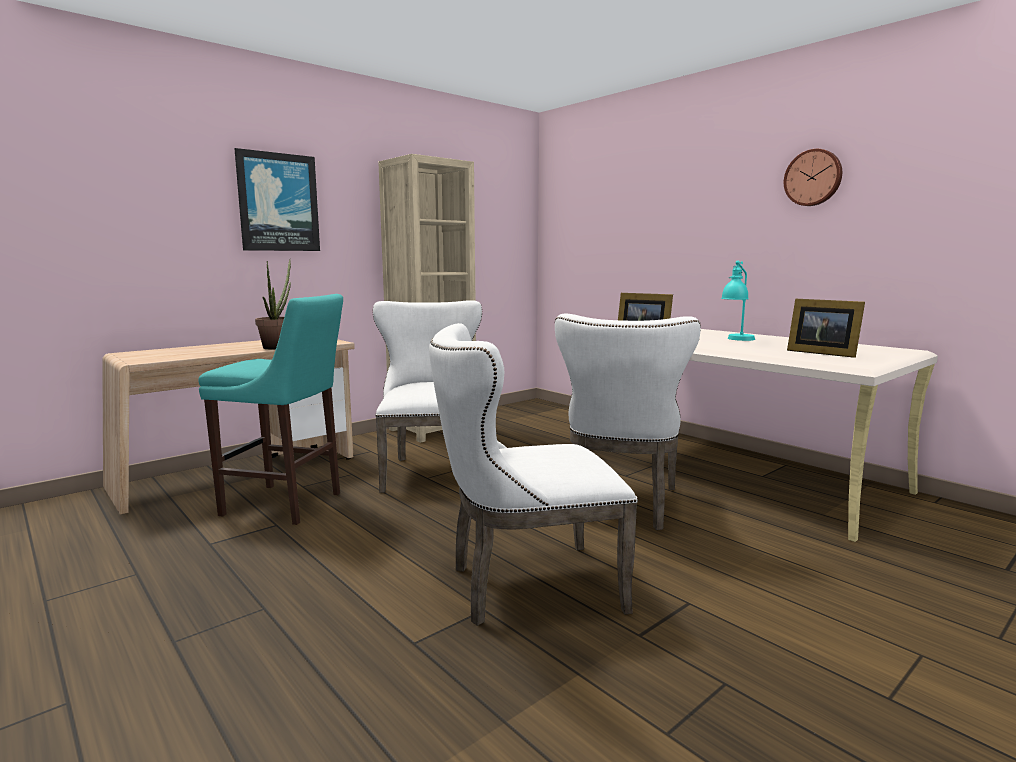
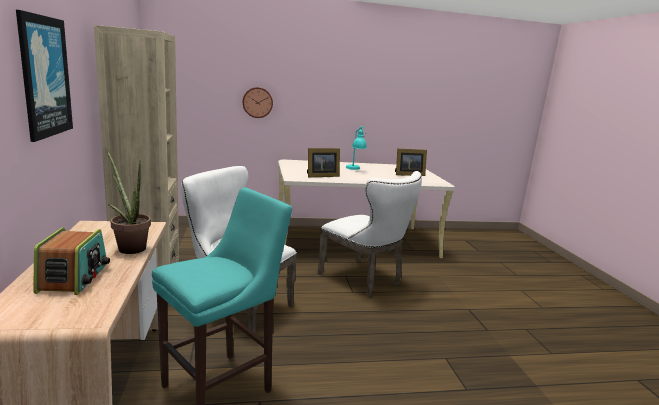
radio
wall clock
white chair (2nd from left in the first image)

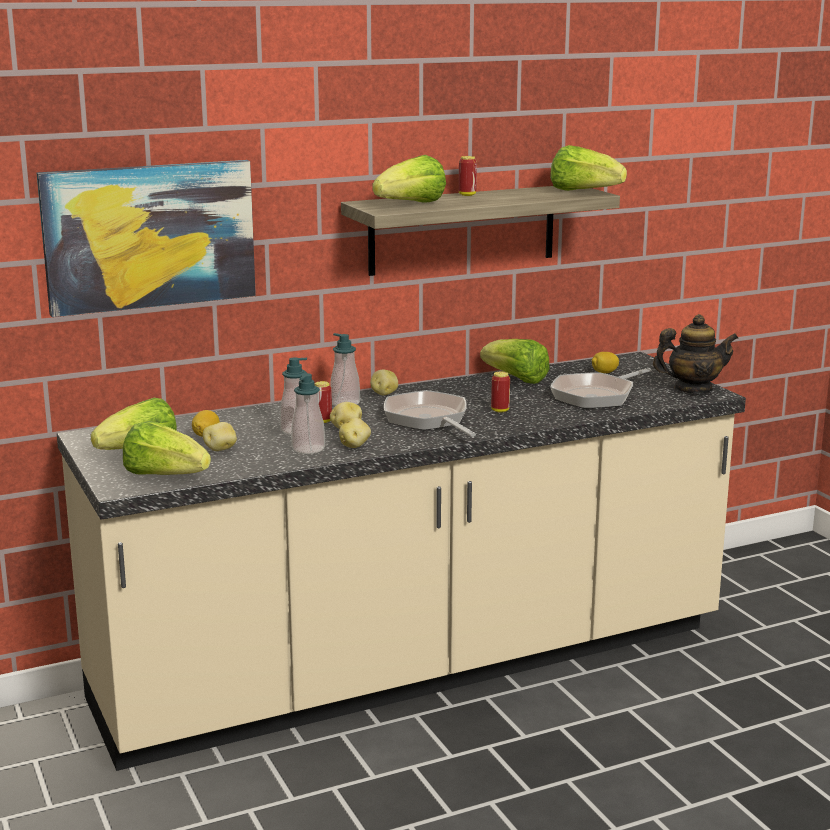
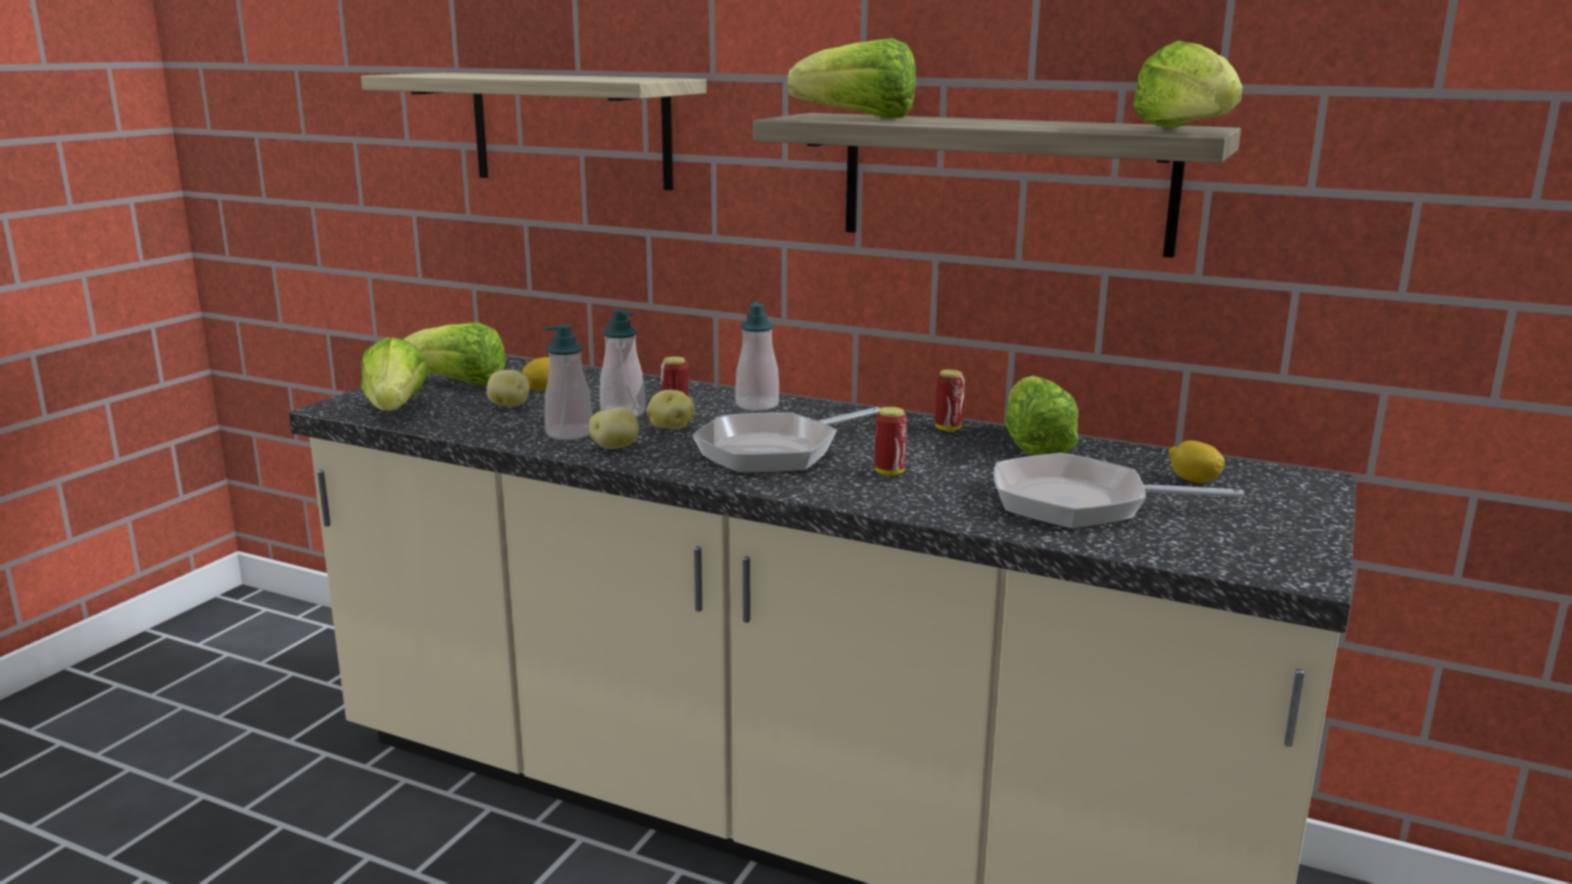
shelf (1st from left)
frying pan (1st from left)
can (3rd from left)
potato (4th from left in the first image)
teapot

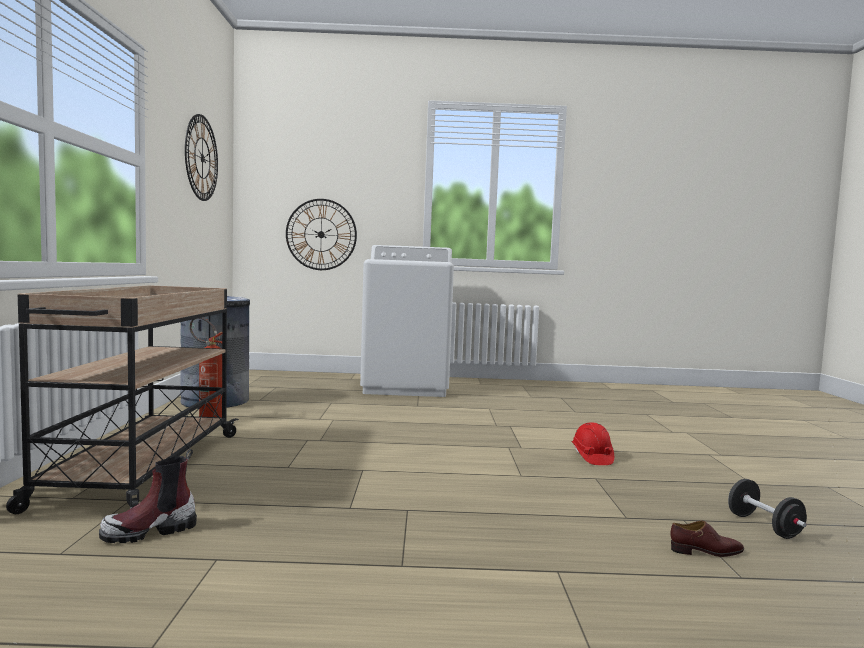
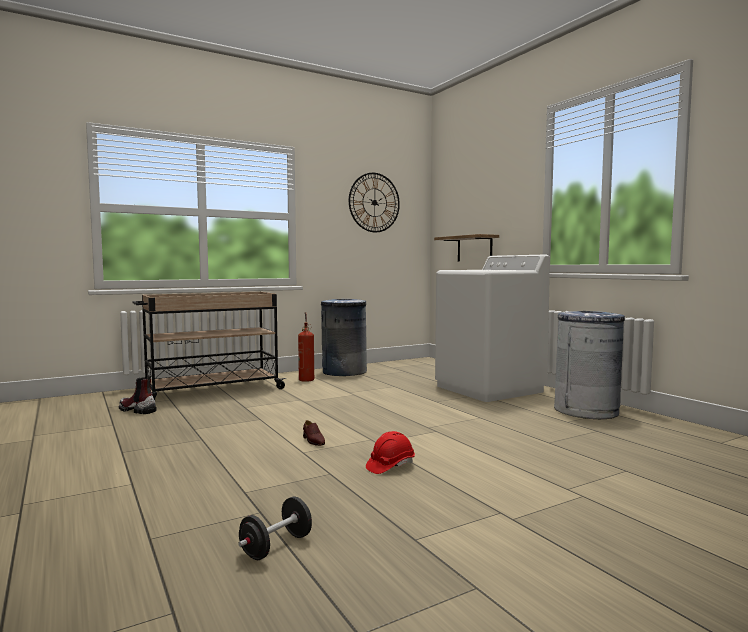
brown shoe
shelf
grey trash can (2nd from left)

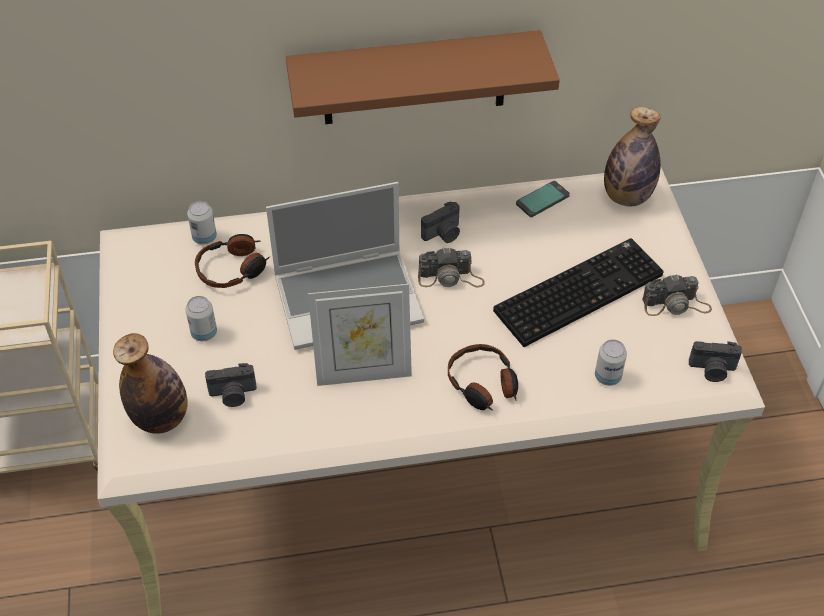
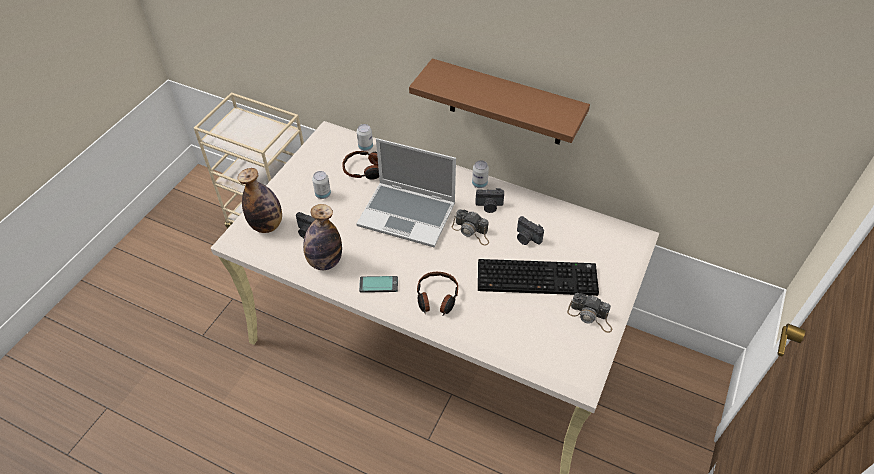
bottle (2nd from left)
phone
can (3rd from left)
photo camera (4th from left)
picture frame

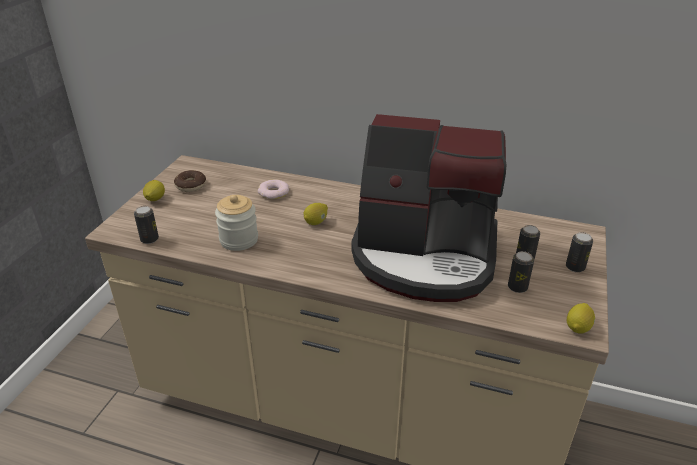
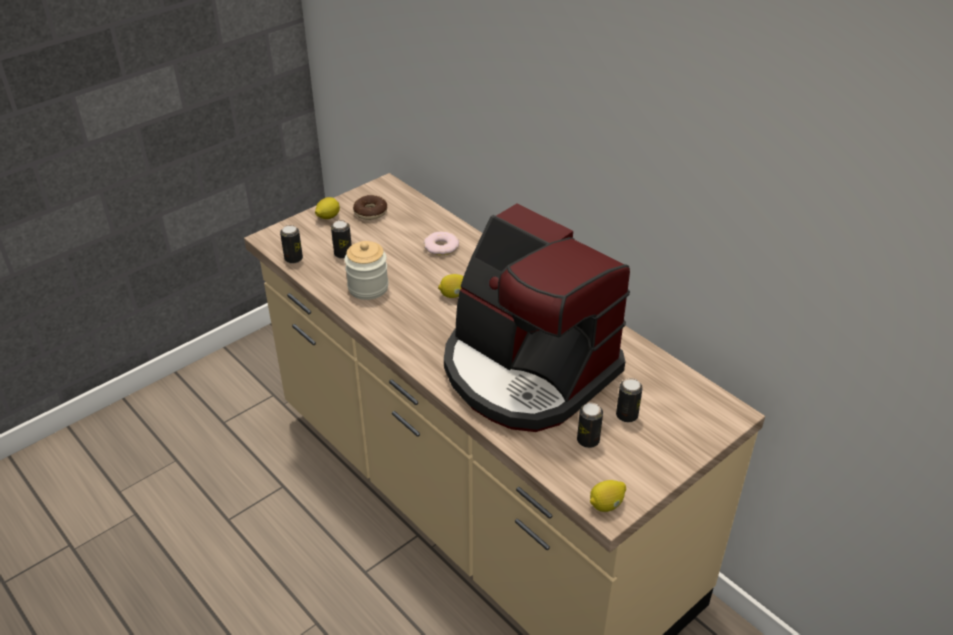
can (2nd from left)

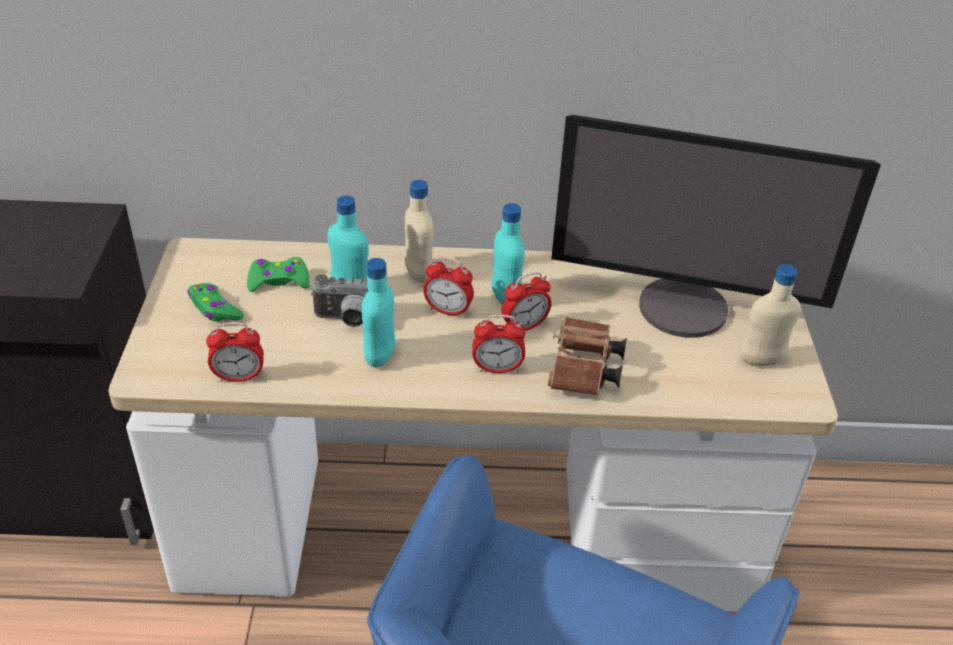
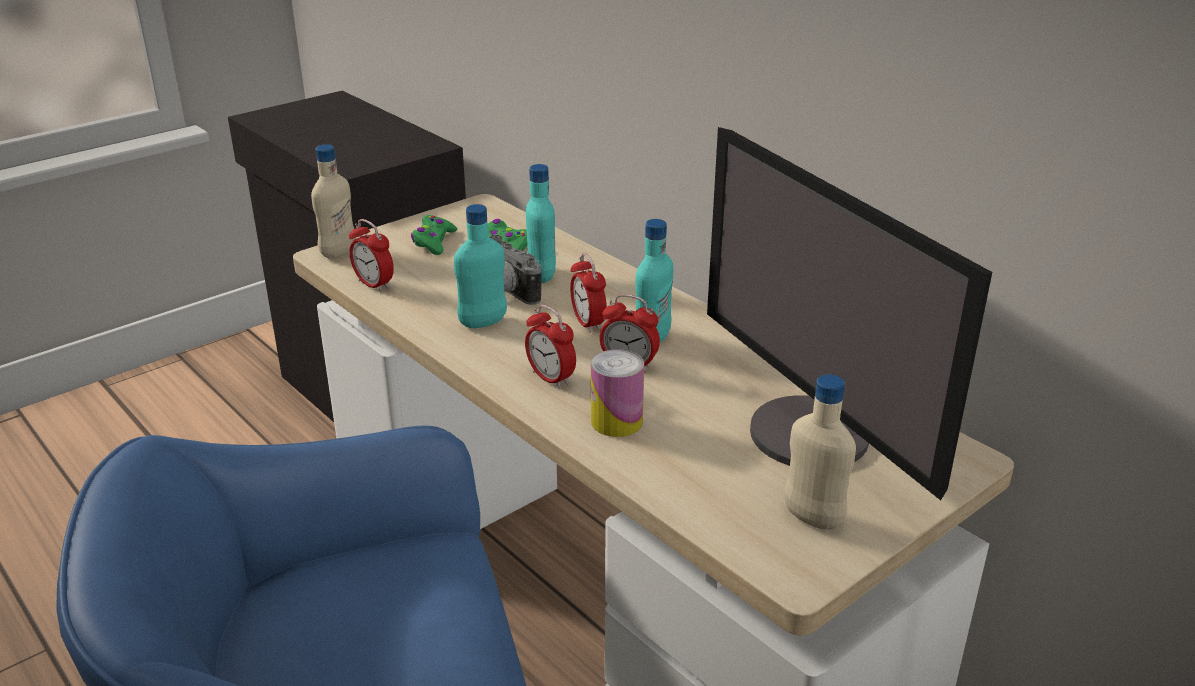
beige bottle (1st from left)
can

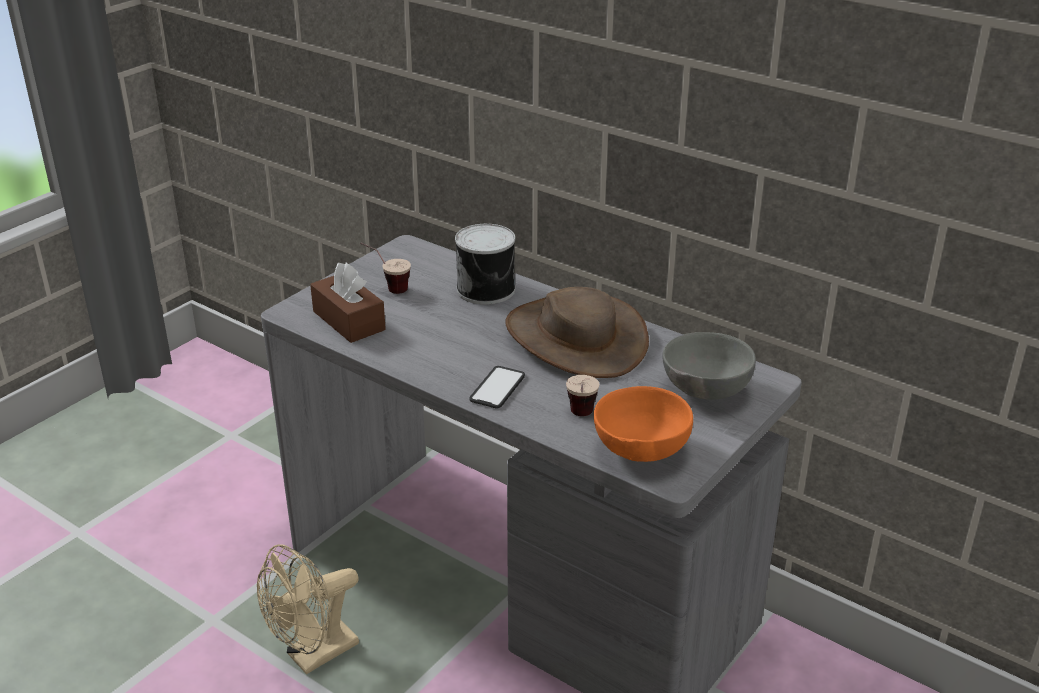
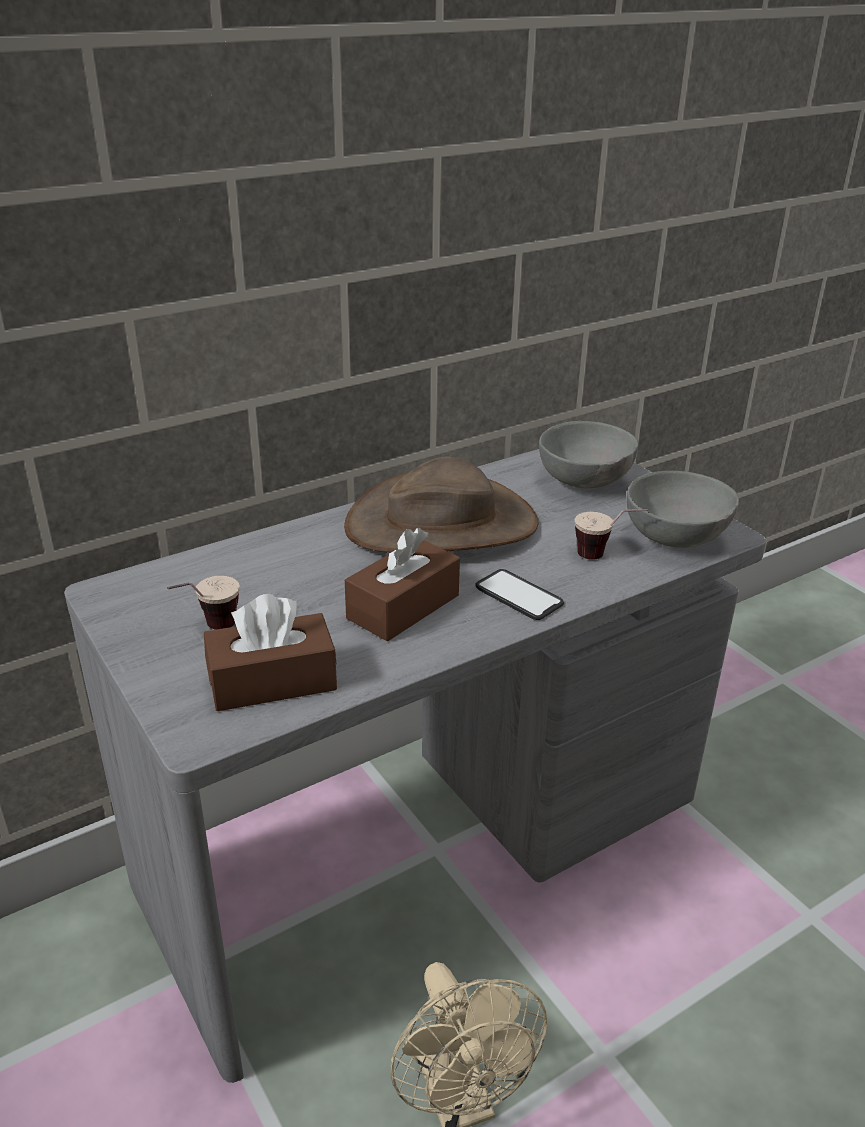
brown tissue box (2nd from left)
grey bowl (2nd from left)
can

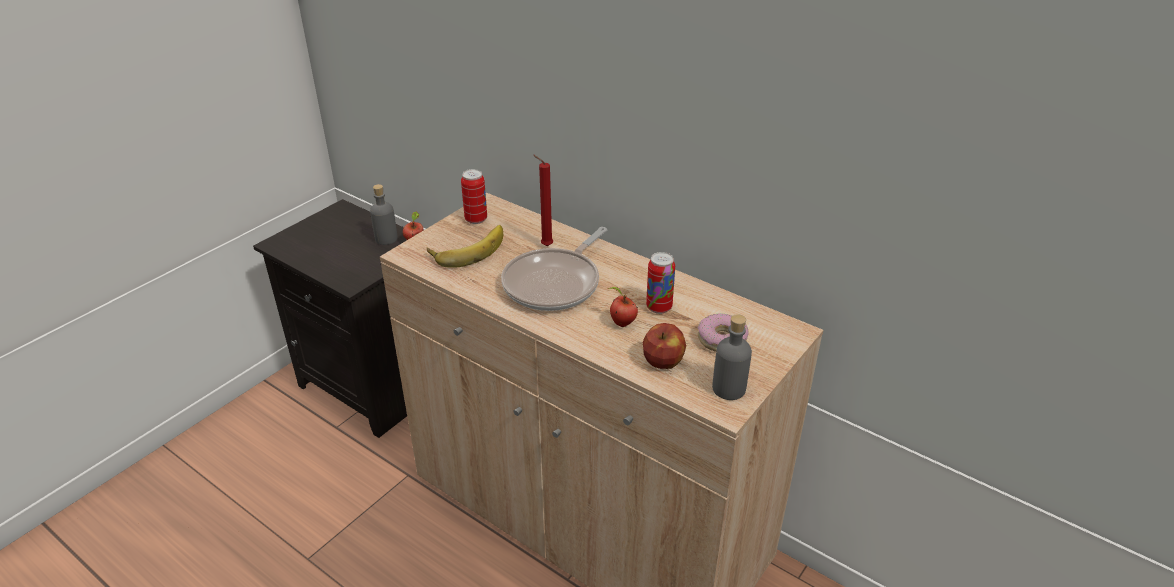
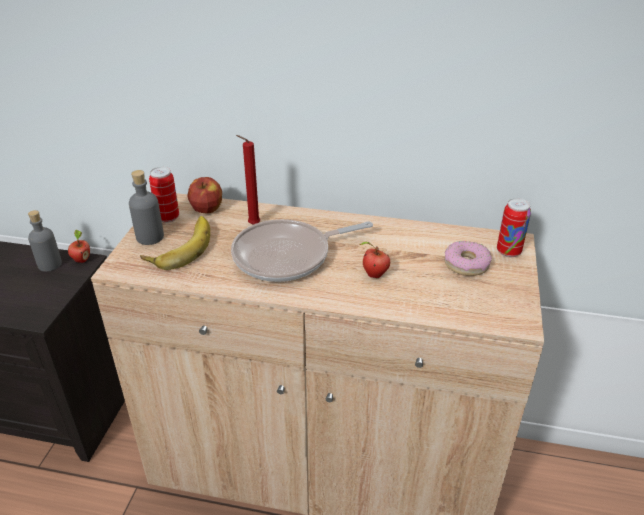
grey bottle (2nd from left)
apple (2nd from left)
frying pan
can (2nd from left)

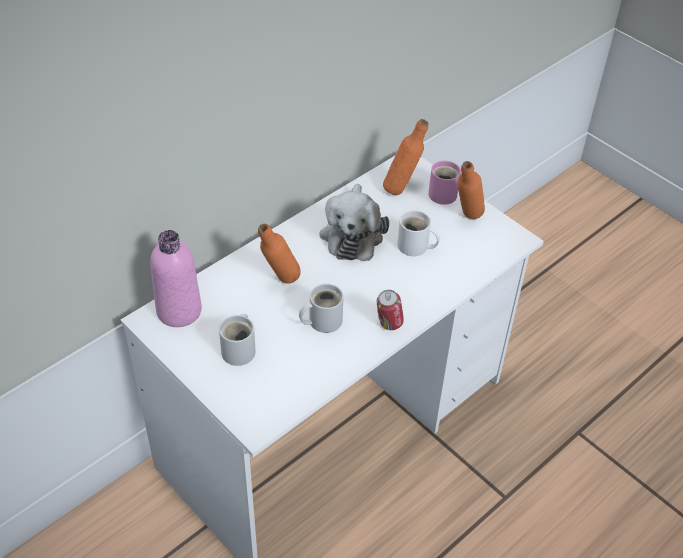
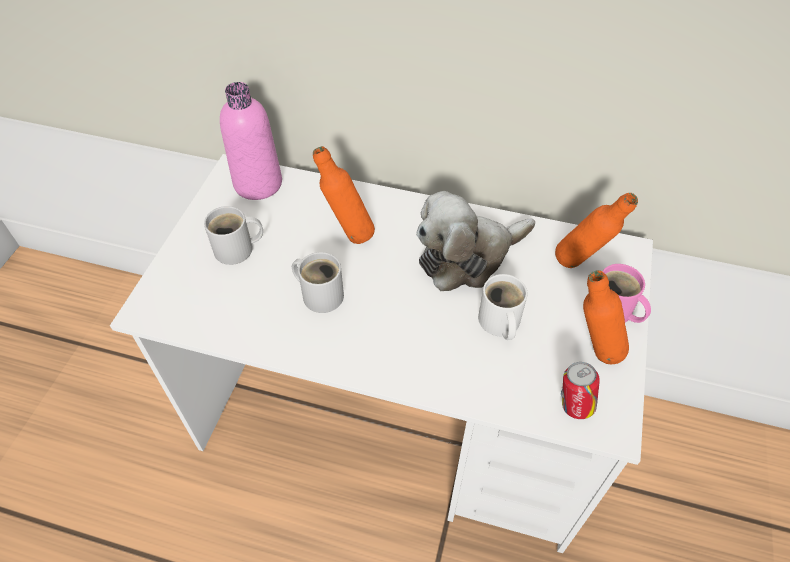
can

